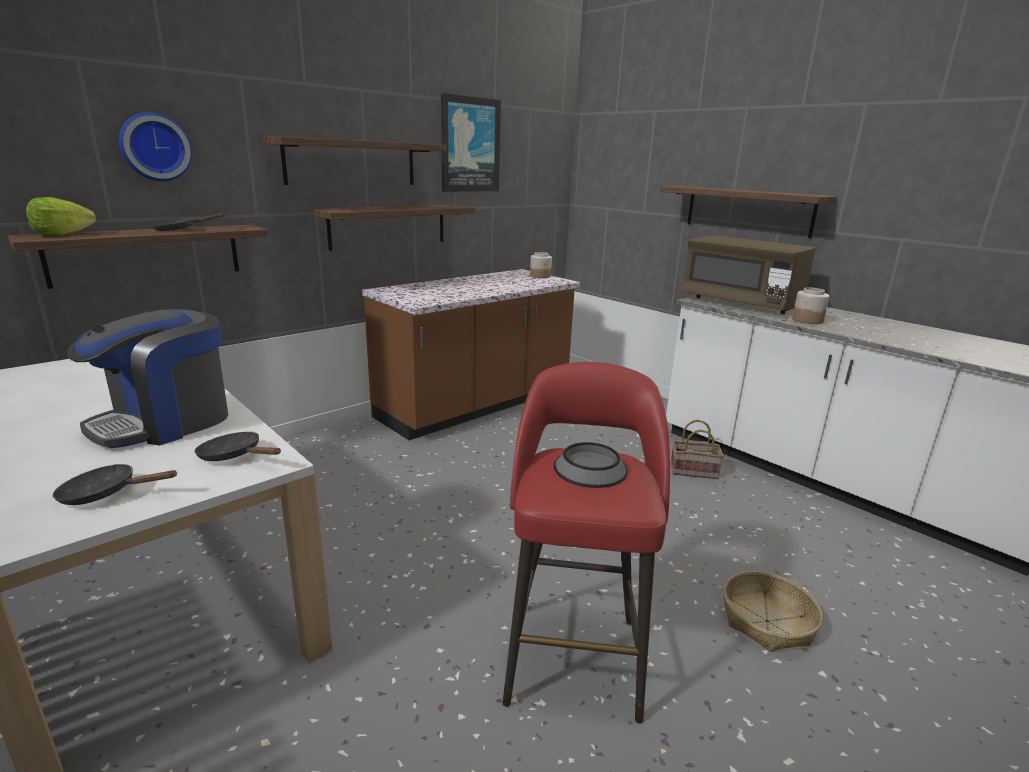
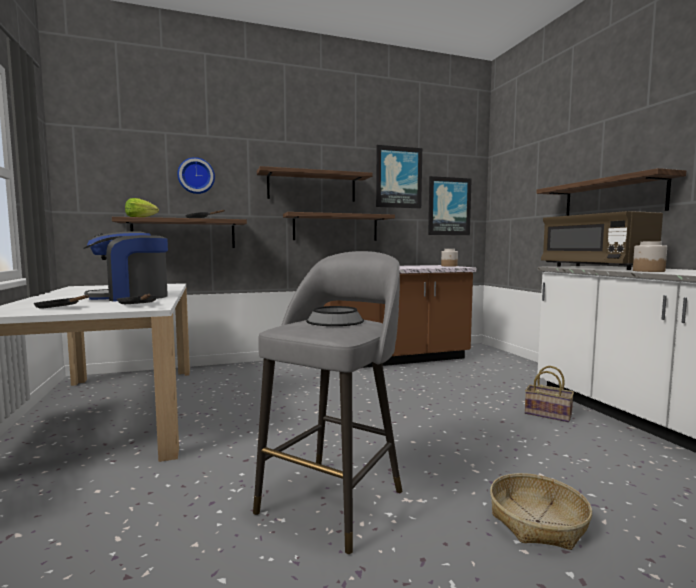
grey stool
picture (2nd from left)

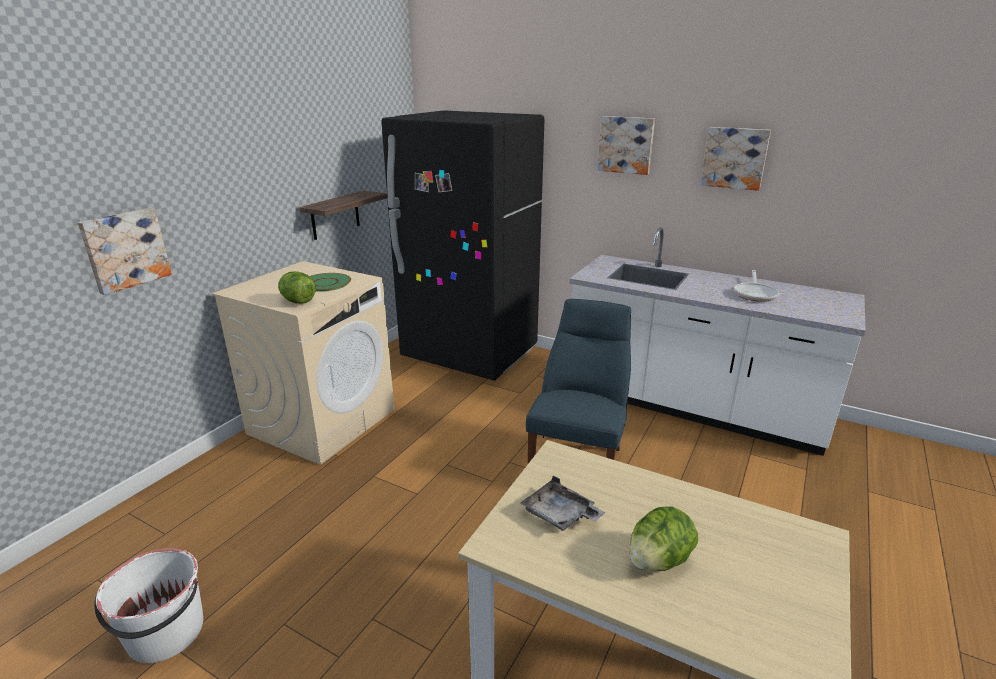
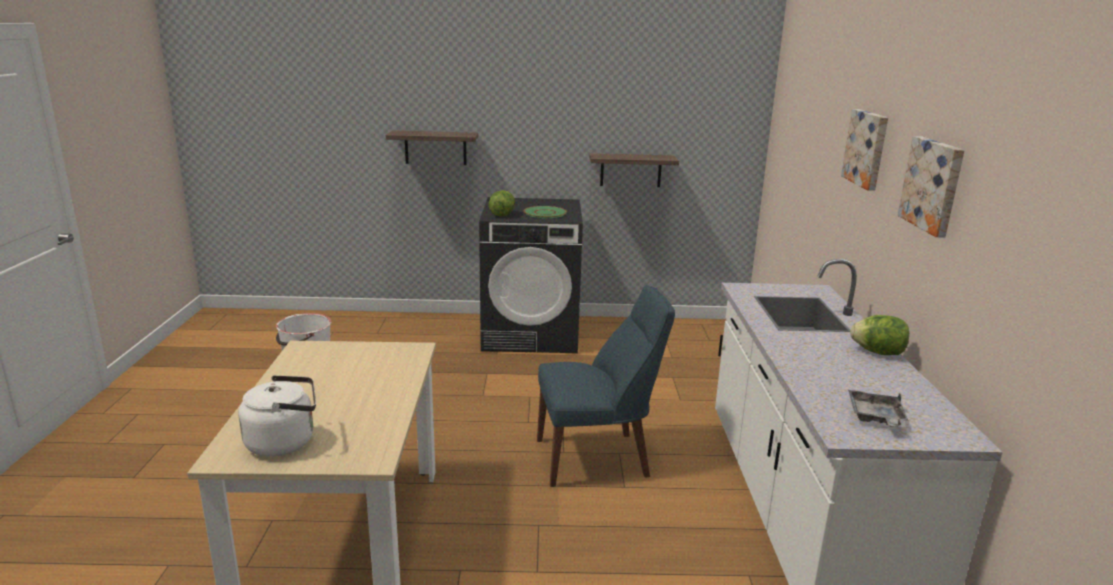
white kettle
shelf (1st from left)
black washing machine
grey tray
lettuce (2nd from left)
black fridge
frying pan

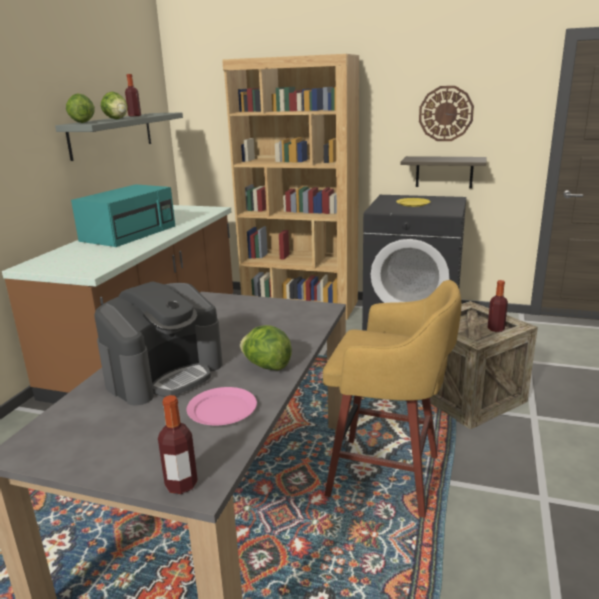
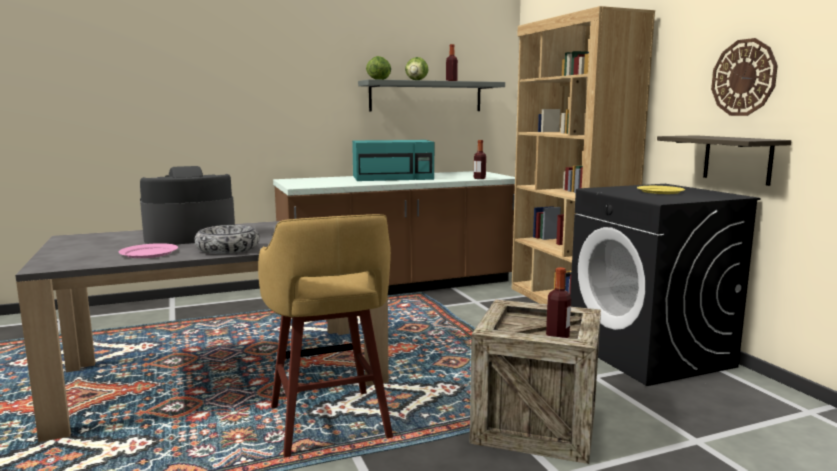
coffee machine
bowl
bottle (2nd from left)

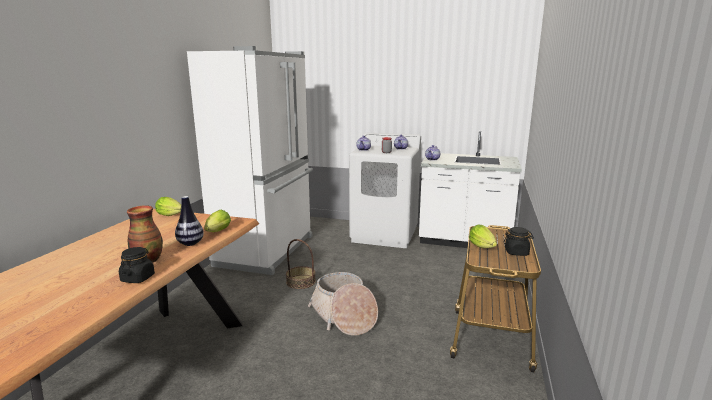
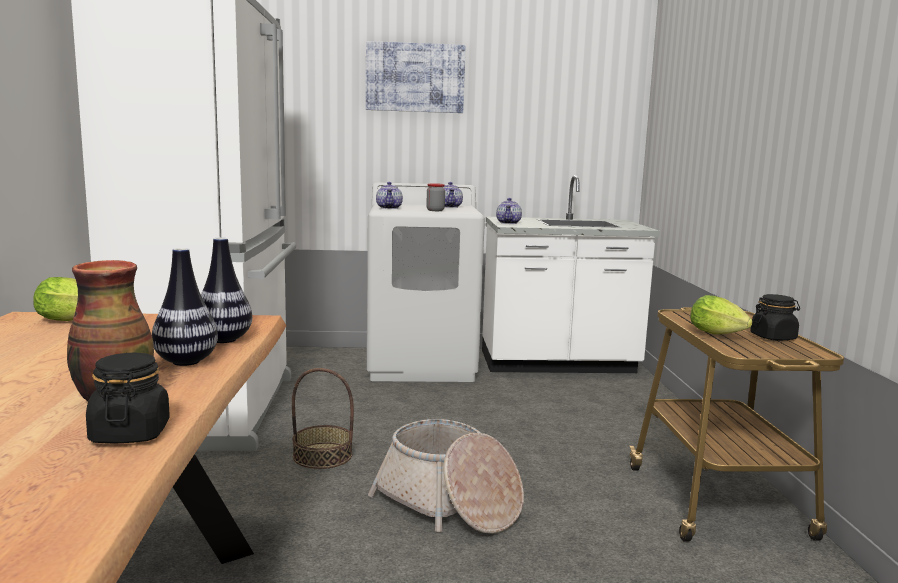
vase (3rd from left)
picture

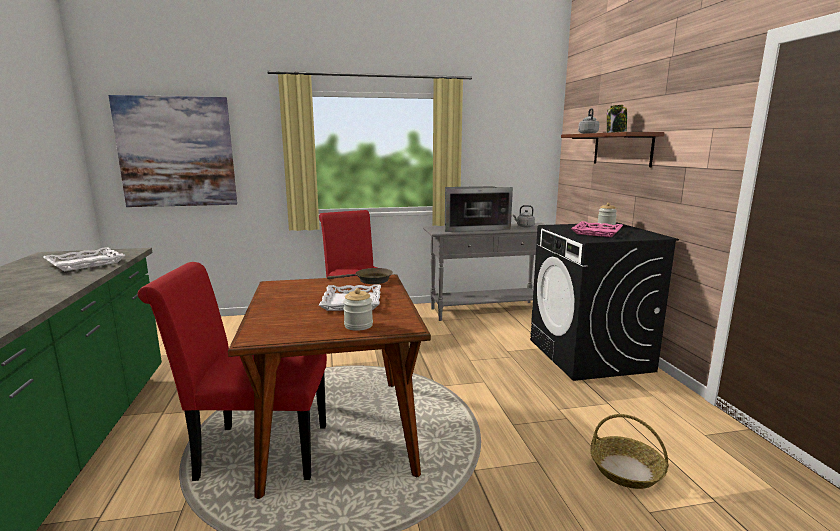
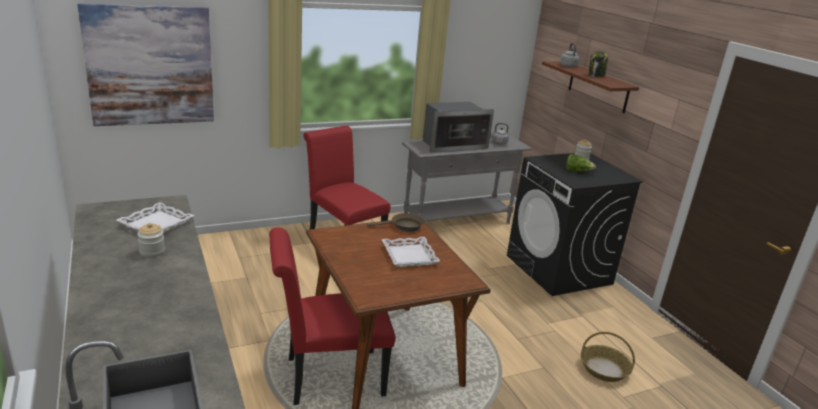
jar (1st from left)
lettuce

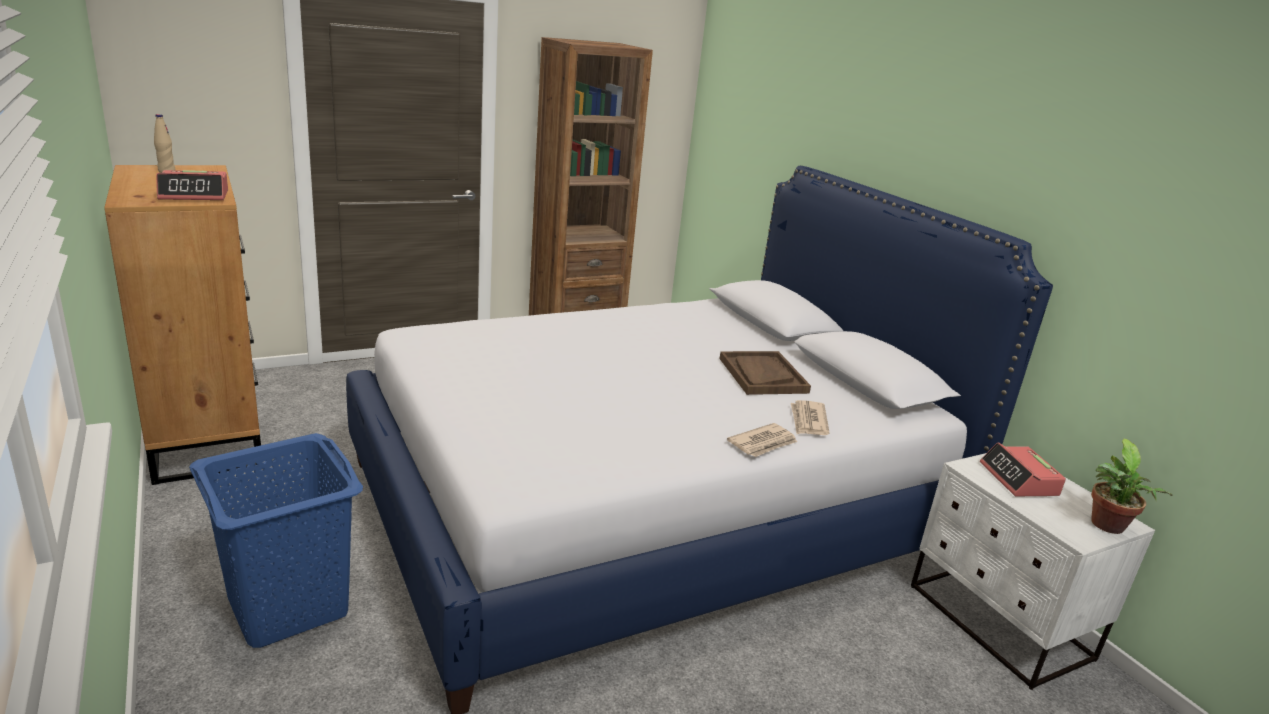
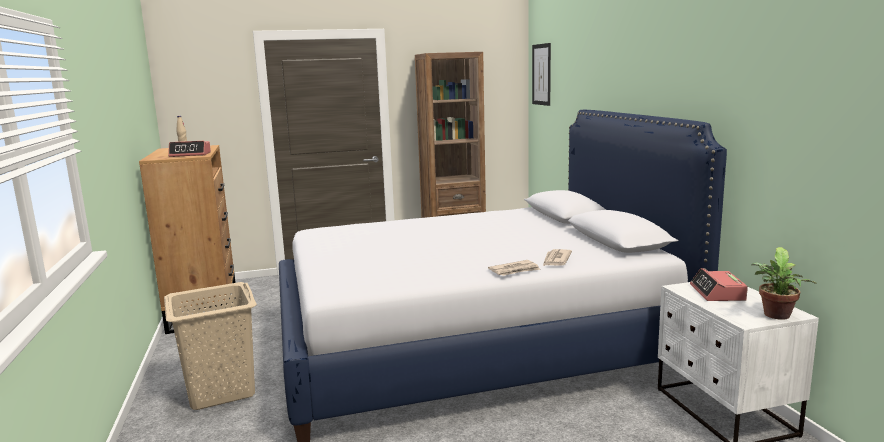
beige laundry basket
picture
brown tray

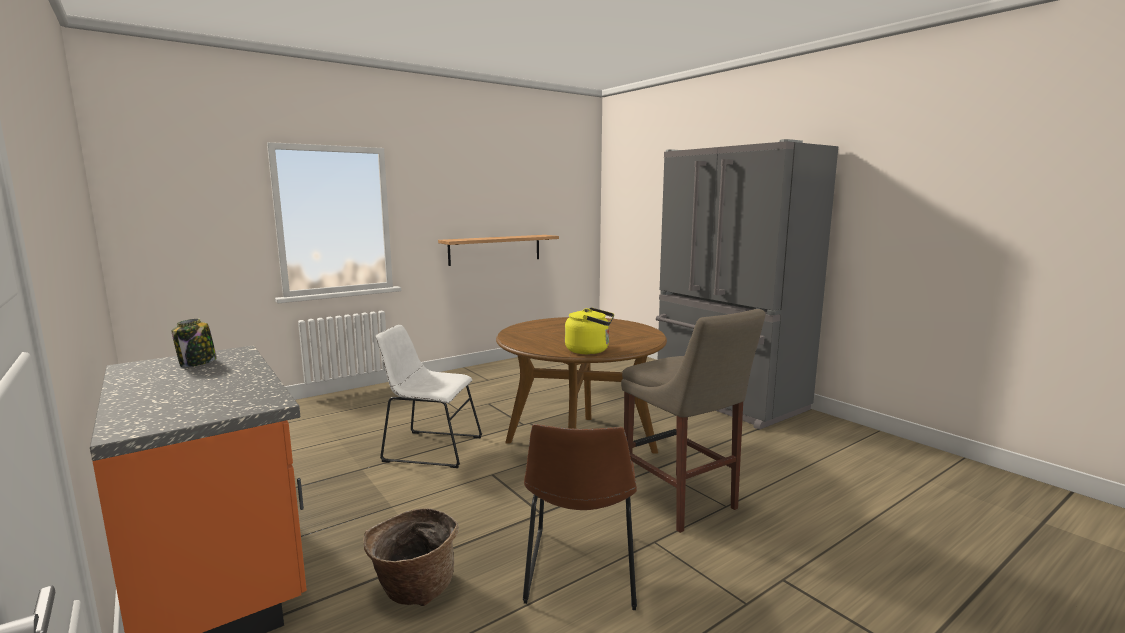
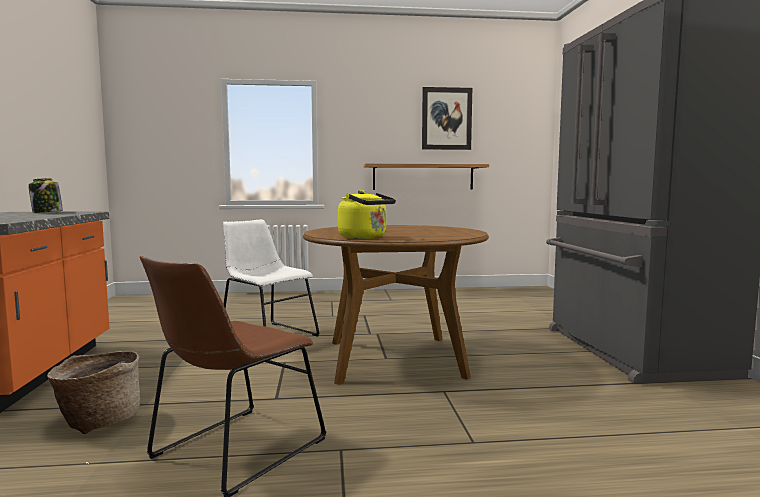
picture
beige stool

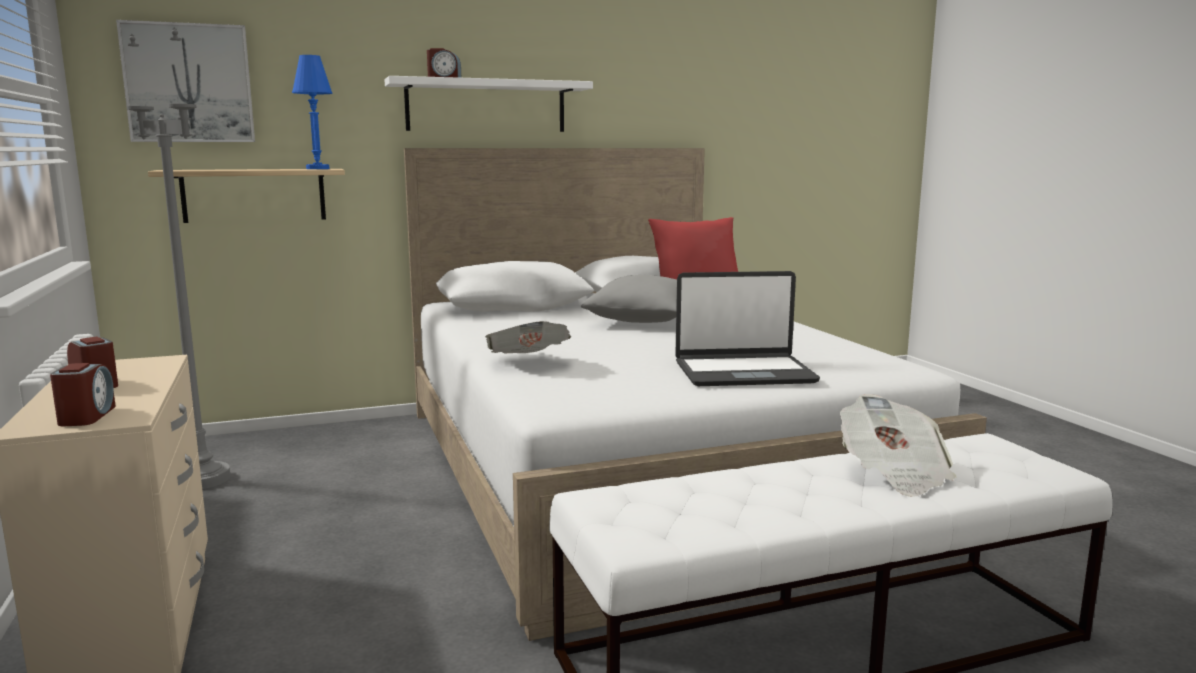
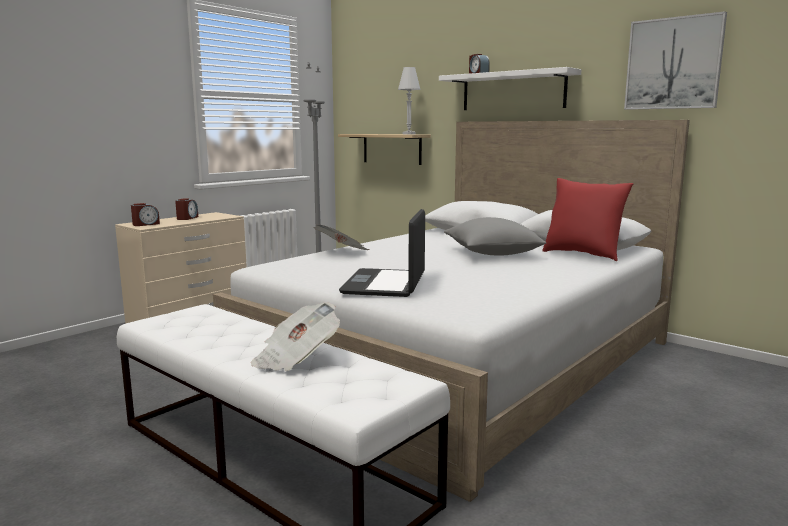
laptop
white table lamp
picture

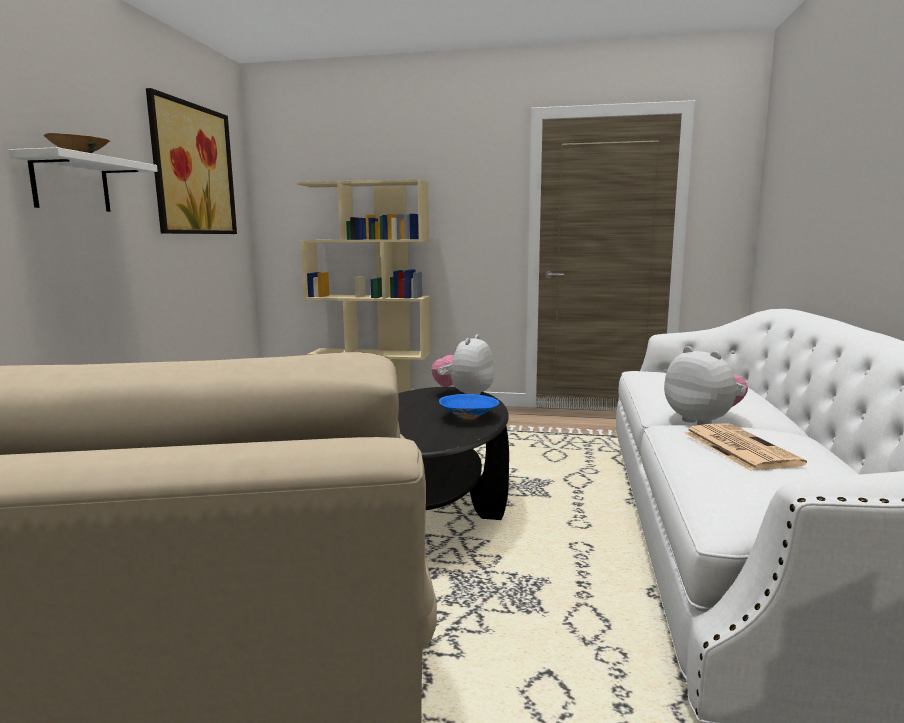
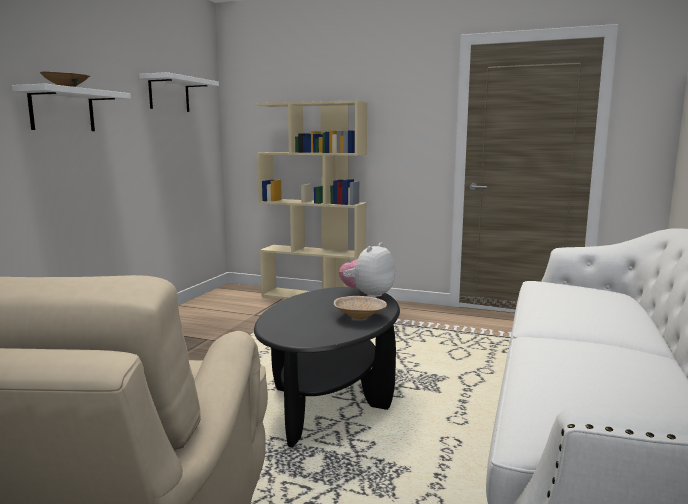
white shelf (2nd from left)
beige bowl (2nd from left)
plush toy (2nd from left in the first image)
newspaper

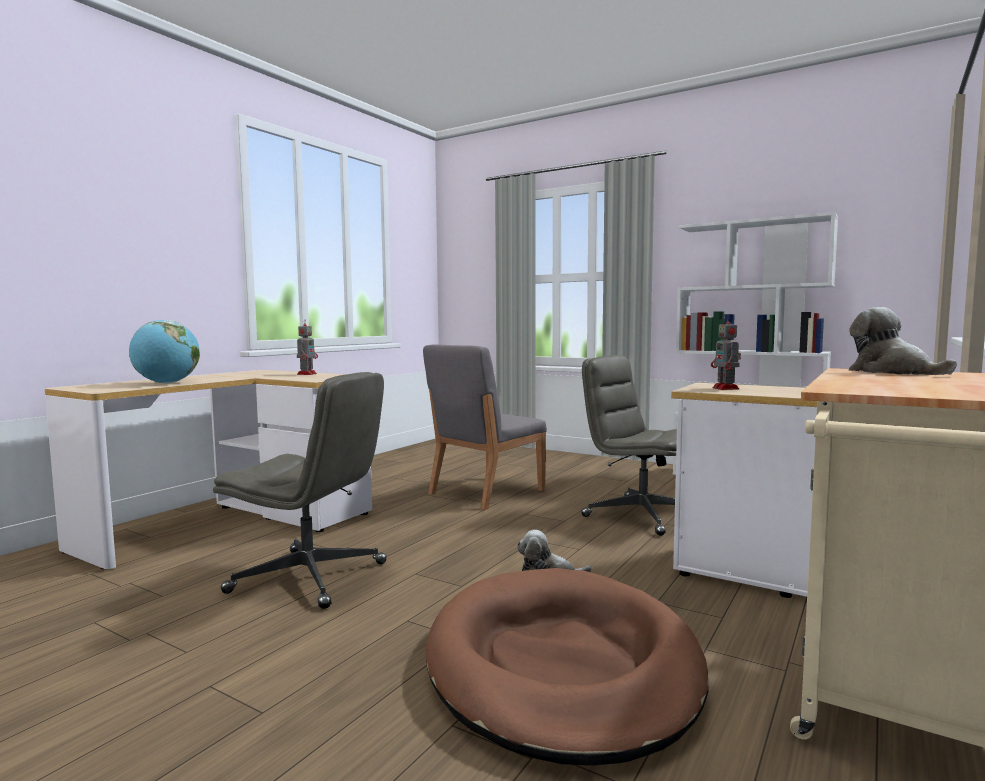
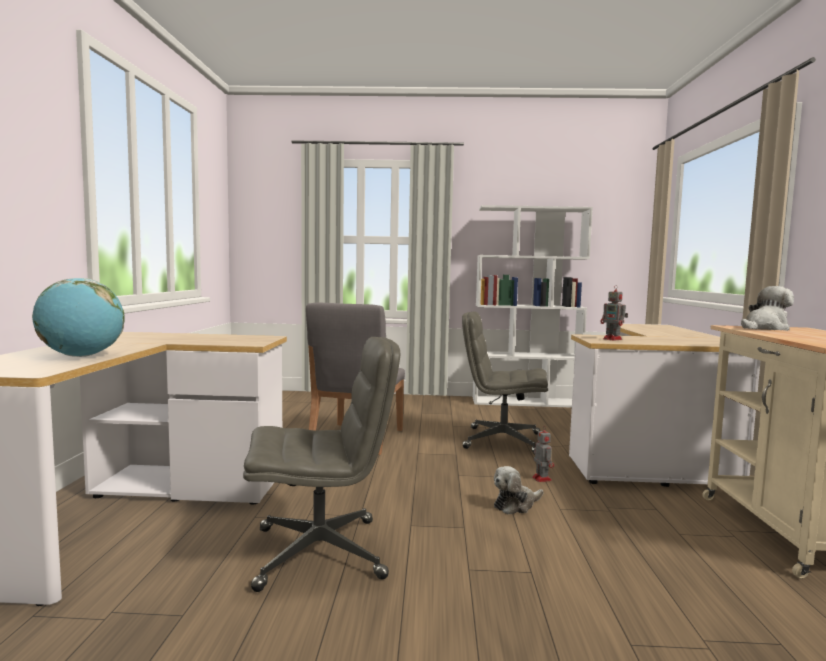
toy robot (1st from left)
plush toy (2nd from left)
brown dog bed

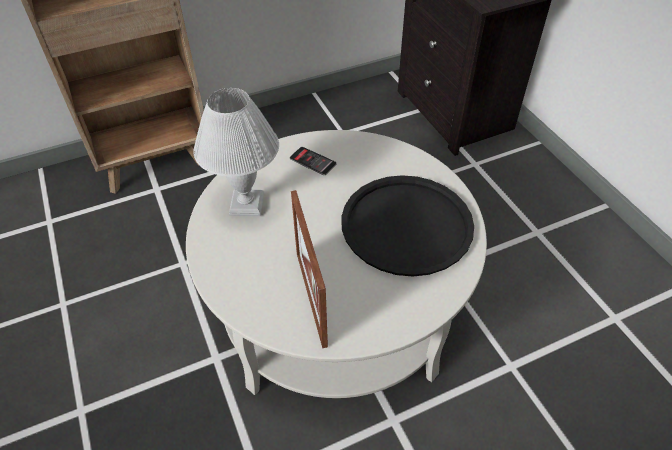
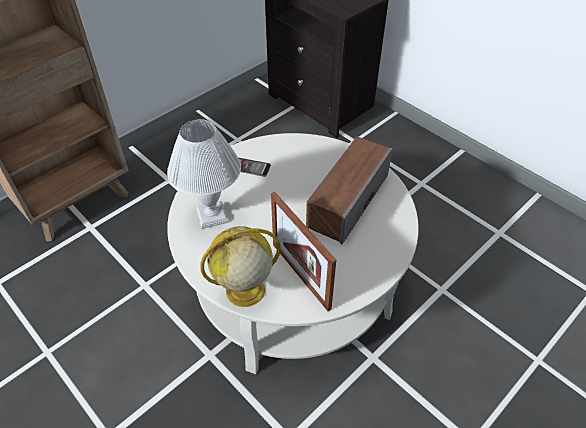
globe
speaker

